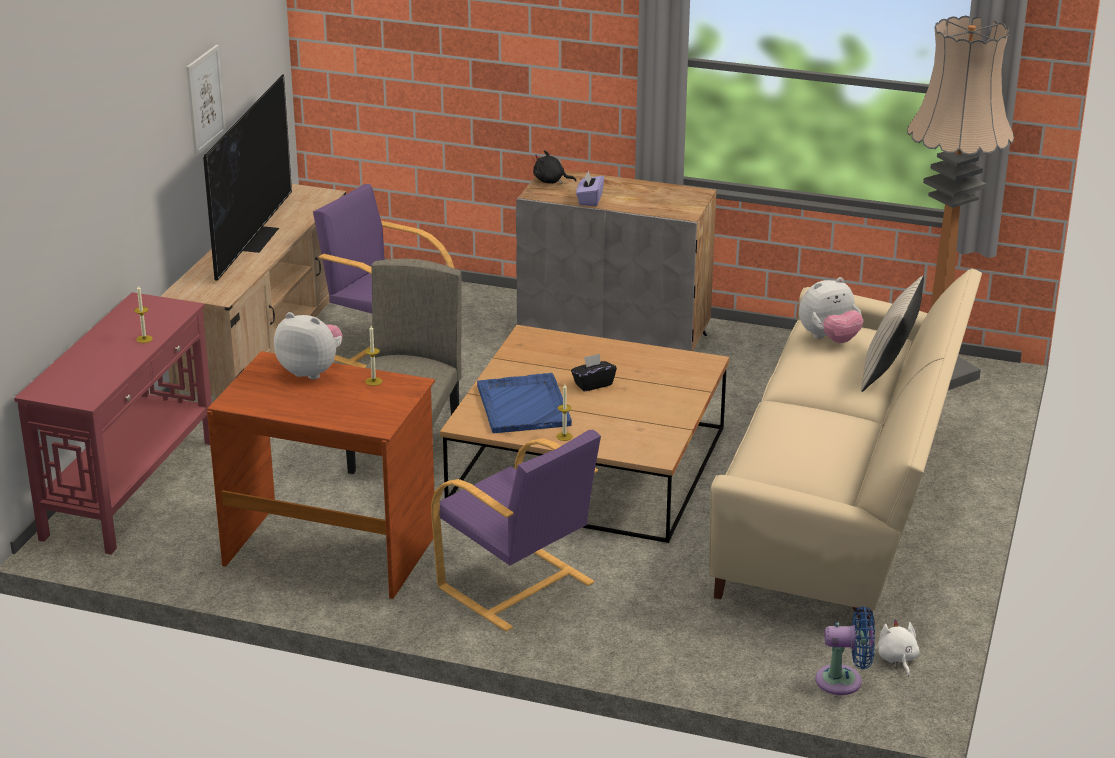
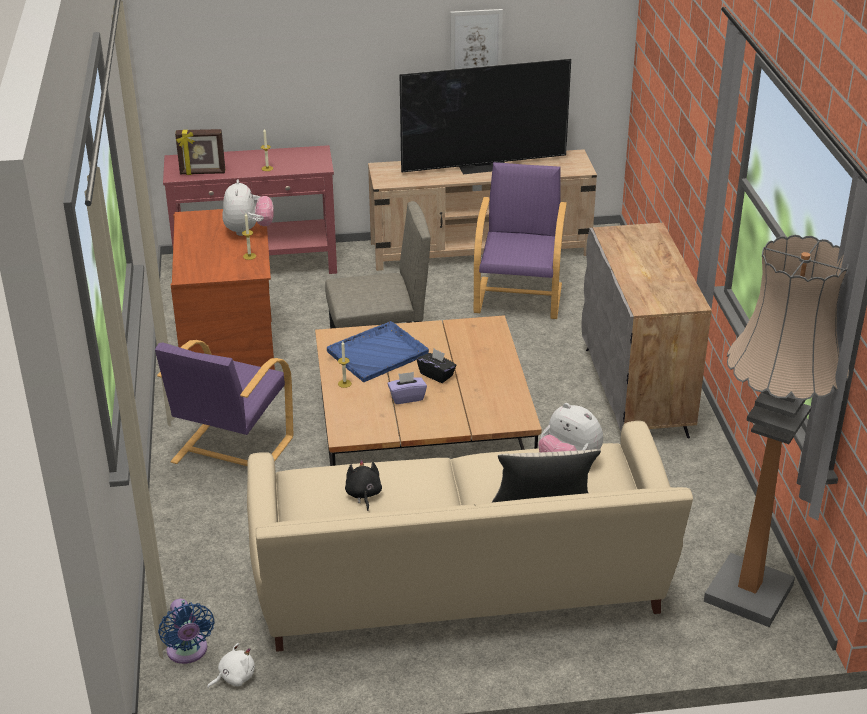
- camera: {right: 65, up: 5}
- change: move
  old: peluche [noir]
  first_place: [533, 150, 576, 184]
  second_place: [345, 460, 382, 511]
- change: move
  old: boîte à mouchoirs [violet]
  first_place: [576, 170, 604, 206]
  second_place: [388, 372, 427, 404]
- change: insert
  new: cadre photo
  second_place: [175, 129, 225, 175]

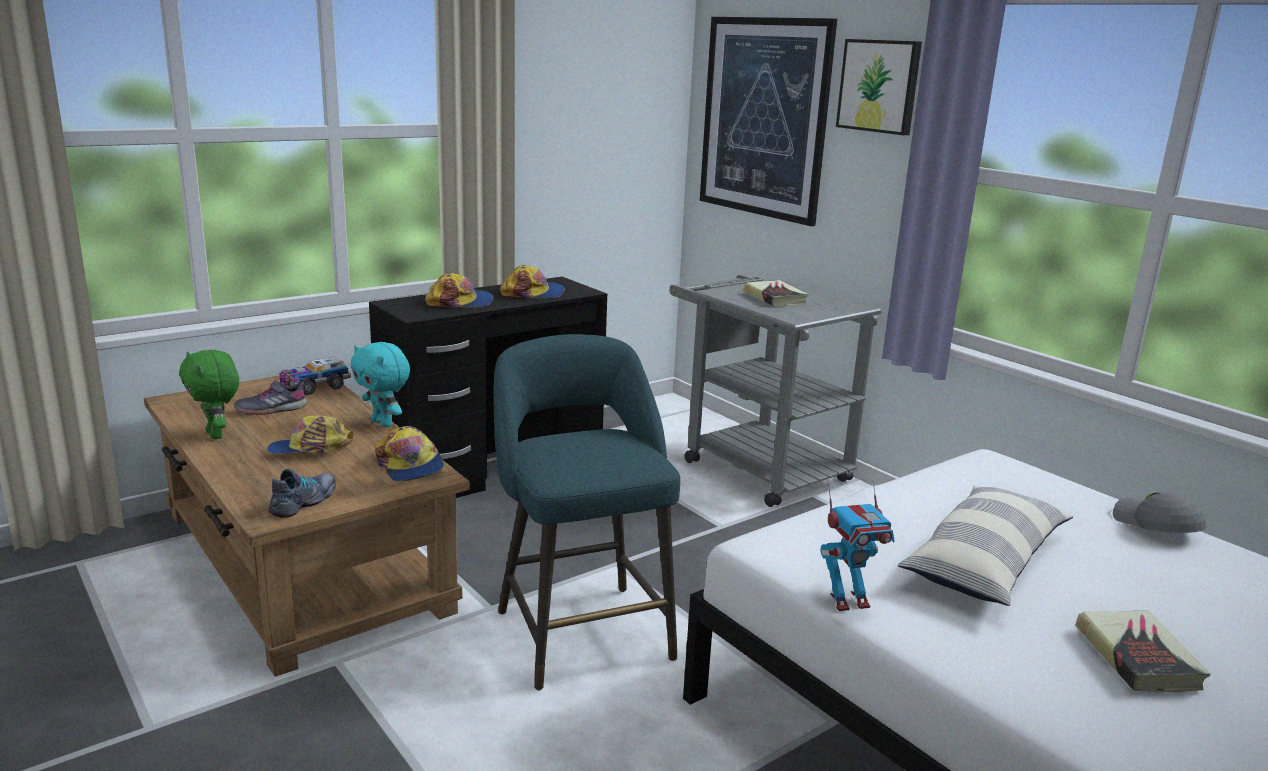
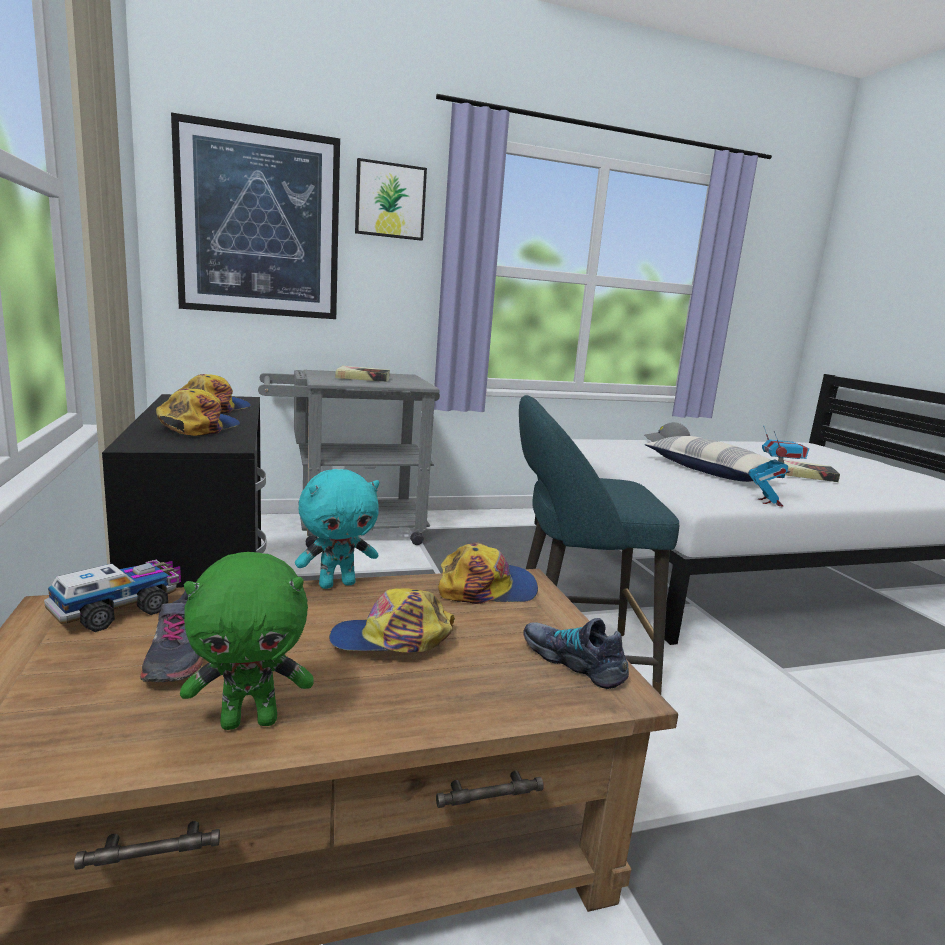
- camera: {right: -70, up: -5}
- change: rotate
  old: camion jouet
  first_place: [279, 357, 351, 395]
  second_place: [44, 560, 181, 632]
  degrees: -120
- change: rotate
  old: casquette
  first_place: [267, 415, 354, 454]
  second_place: [329, 588, 455, 652]
  degrees: 75

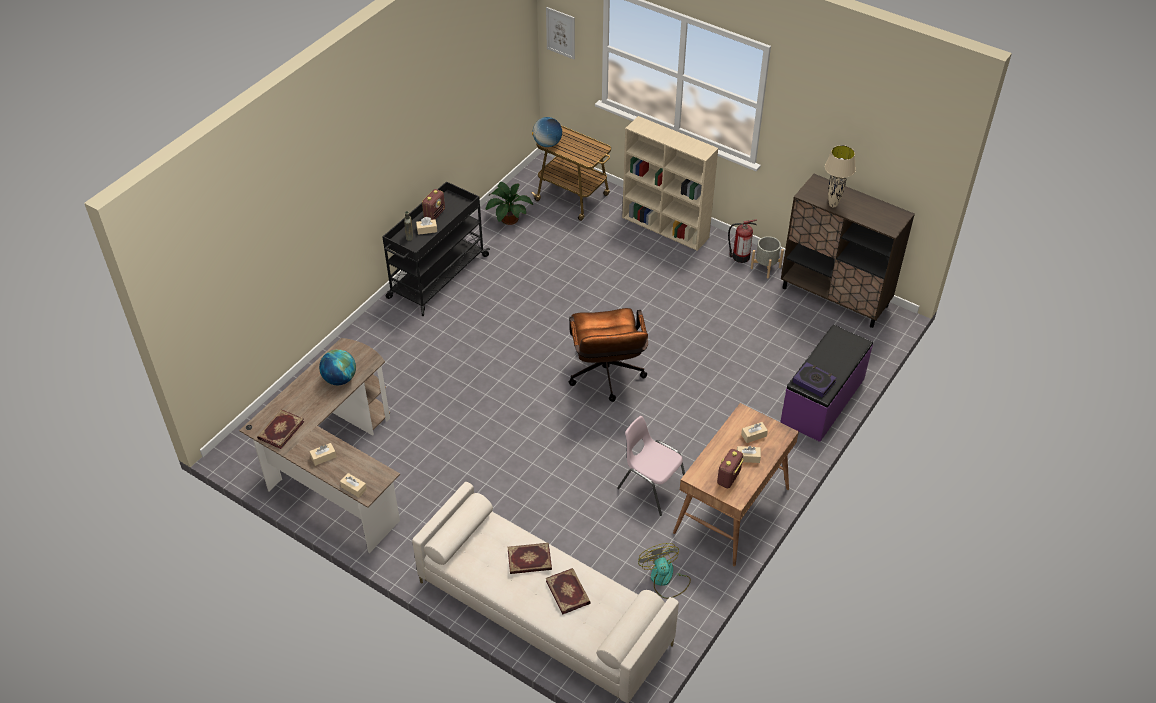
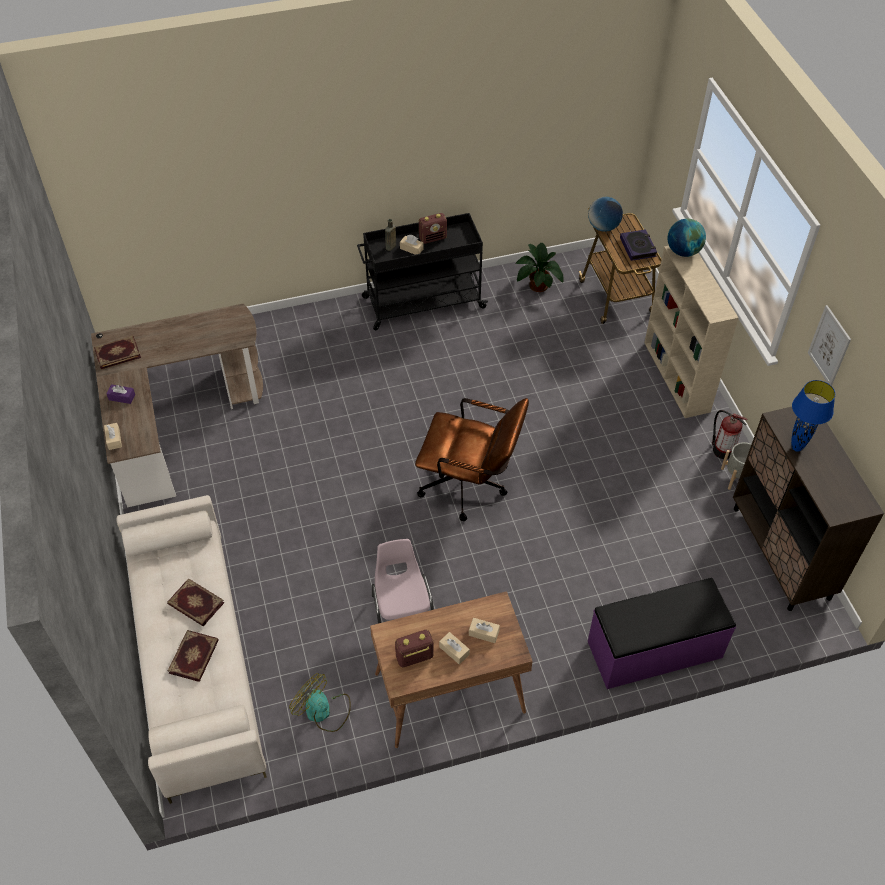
- camera: {right: 40, up: 5}
- change: move
  old: tableau
  first_place: [546, 7, 575, 59]
  second_place: [808, 305, 851, 386]
- change: recolor
  old: lampe de table [beige]
  new: lampe de table [bleu]
  first_place: [825, 145, 856, 208]
  second_place: [791, 380, 835, 452]
- change: rotate
  old: chaise de bureau [marron]
  first_place: [569, 308, 648, 402]
  second_place: [415, 398, 529, 521]
  degrees: -105
- change: move
  old: globe
  first_place: [319, 349, 356, 385]
  second_place: [668, 219, 706, 257]
- change: move
  old: livre
  first_place: [792, 362, 837, 398]
  second_place: [620, 229, 657, 261]
- change: recolor
  old: boîte à mouchoirs [beige]
  new: boîte à mouchoirs [violet]
  first_place: [309, 443, 336, 466]
  second_place: [106, 384, 135, 404]
- change: rotate
  old: ventilateur
  first_place: [638, 543, 691, 599]
  second_place: [289, 673, 351, 732]
  degrees: -75

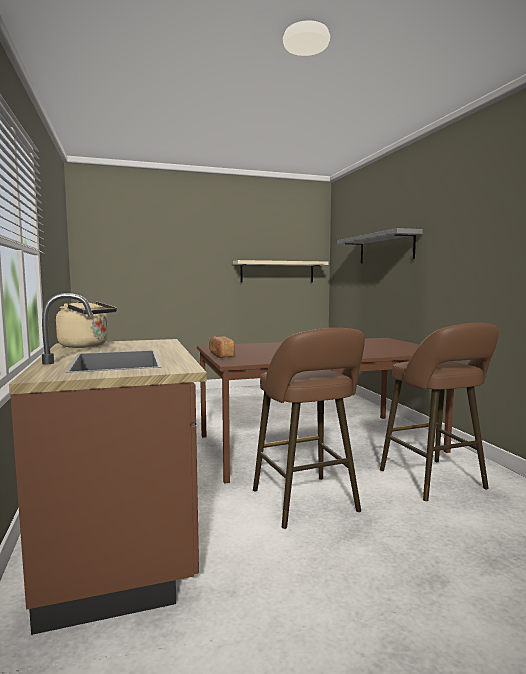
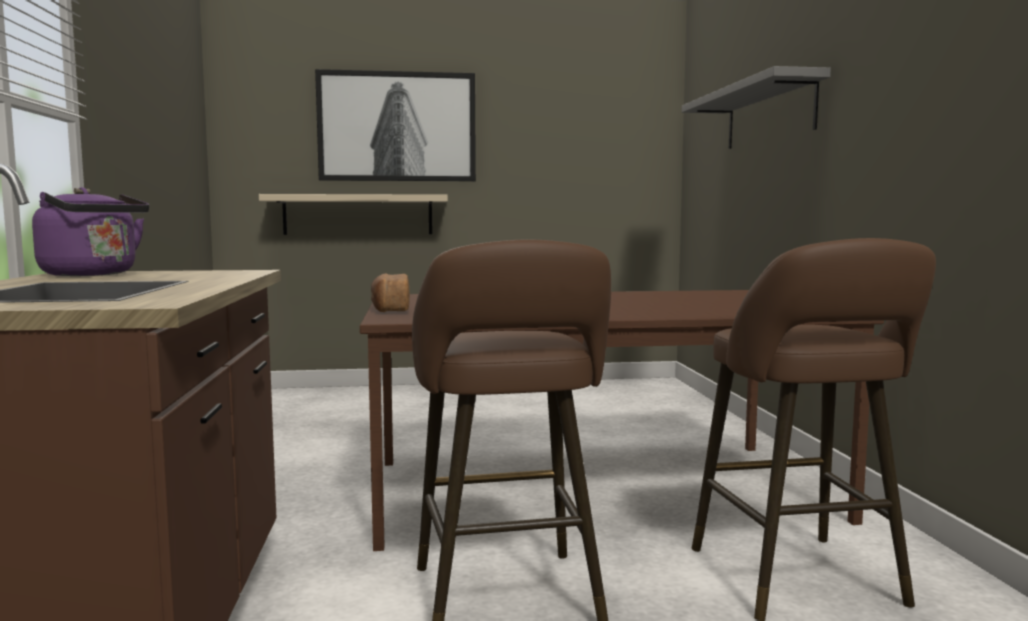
- camera: {right: 10, up: 0}
- change: move
  old: étagère [beige]
  first_place: [233, 260, 329, 282]
  second_place: [259, 194, 448, 235]
- change: recolor
  old: bouilloire [beige]
  new: bouilloire [violet]
  first_place: [56, 300, 117, 348]
  second_place: [32, 187, 149, 276]
- change: insert
  new: tableau
  second_place: [315, 69, 476, 181]

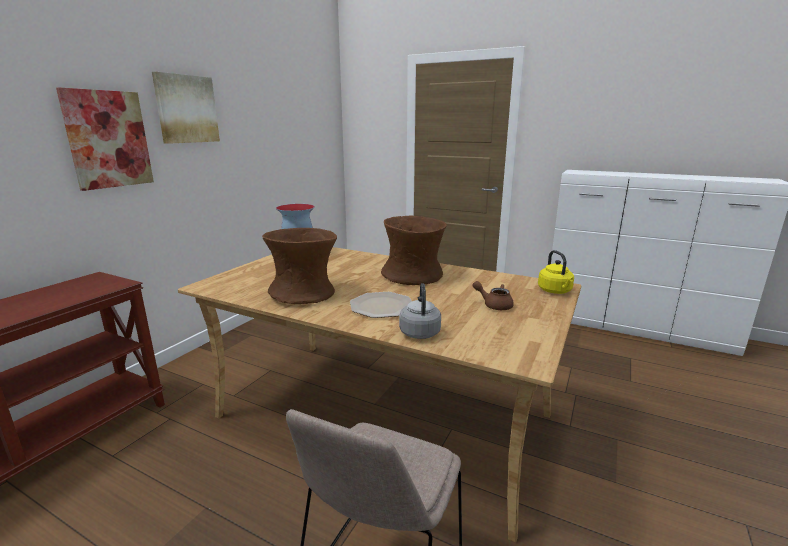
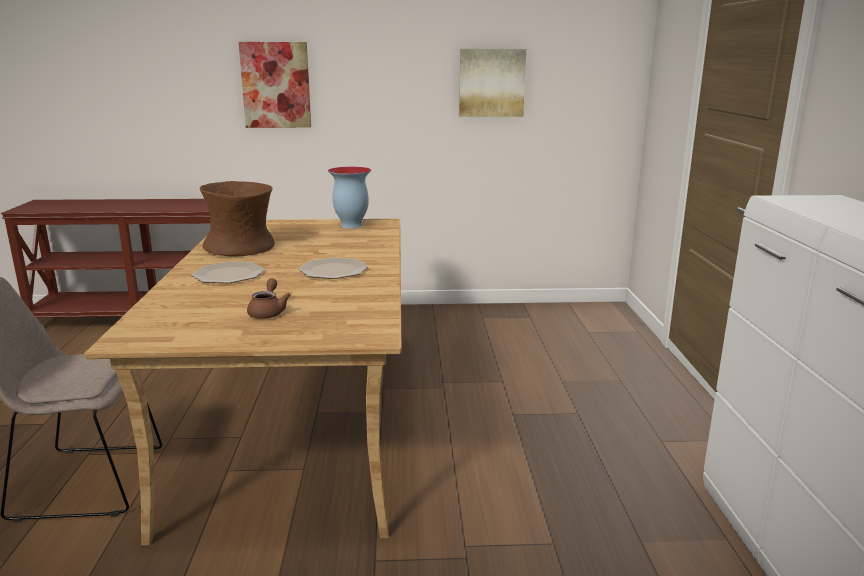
- camera: {right: 60, up: 0}
- change: move
  old: tableau
  first_place: [152, 72, 220, 144]
  second_place: [459, 49, 526, 117]
- change: replace
  old: vase [marron]
  new: assiette
  first_place: [381, 216, 447, 285]
  second_place: [299, 258, 368, 279]
- change: delete
  old: bouilloire [jaune]
  first_place: [538, 250, 574, 294]
- change: delete
  old: bouilloire [gris]
  first_place: [399, 283, 441, 339]

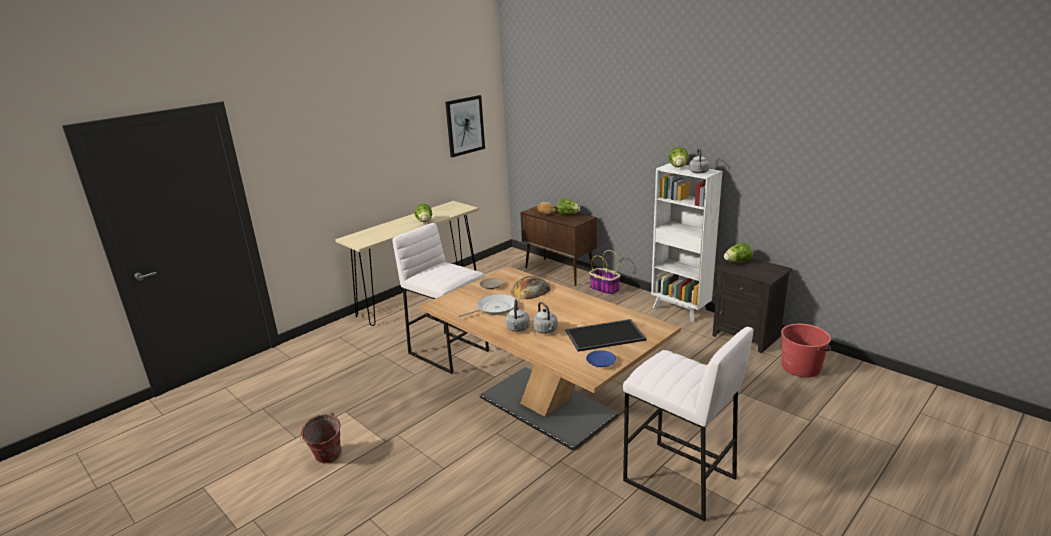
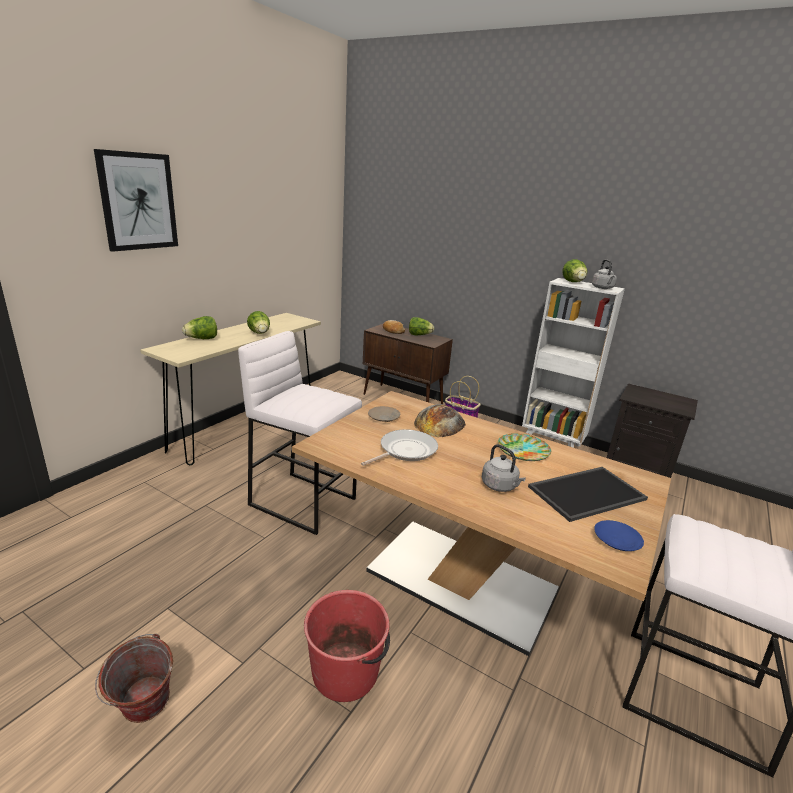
- camera: {right: -15, up: 0}
- change: move
  old: tableau
  first_place: [445, 95, 485, 157]
  second_place: [94, 149, 178, 252]
- change: move
  old: laitue
  first_place: [724, 243, 753, 263]
  second_place: [182, 316, 217, 339]
- change: delete
  old: bouilloire [gris]
  first_place: [505, 299, 530, 332]
- change: move
  old: seau [rouge]
  first_place: [781, 324, 831, 378]
  second_place: [304, 590, 390, 702]
- change: insert
  new: assiette
  second_place: [498, 433, 551, 461]

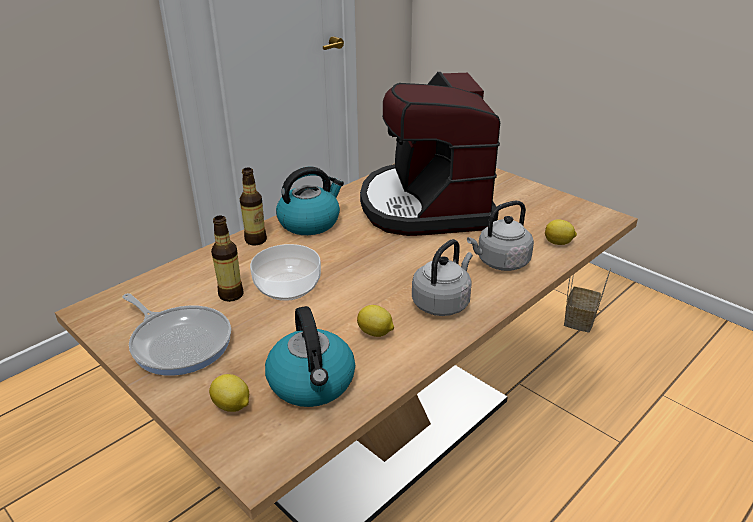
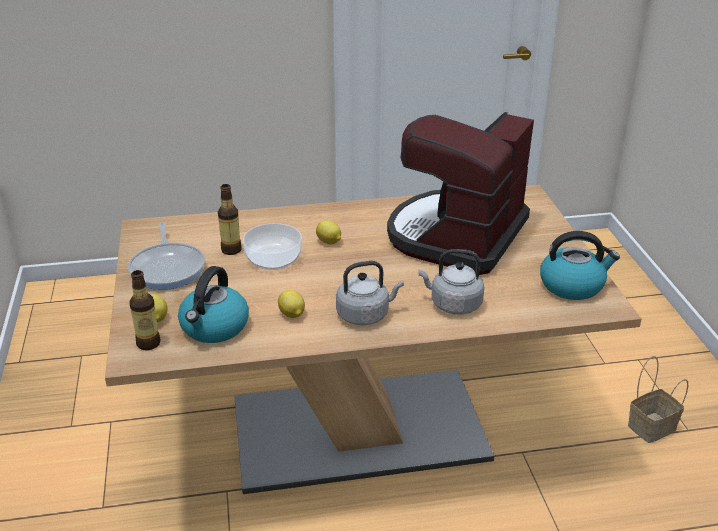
- camera: {right: 35, up: 0}
- change: move
  old: bouteille
  first_place: [240, 167, 267, 246]
  second_place: [130, 270, 161, 350]
- change: move
  old: bouilloire
  first_place: [276, 167, 344, 235]
  second_place: [540, 231, 620, 300]
- change: move
  old: citron
  first_place: [545, 219, 577, 245]
  second_place: [316, 220, 341, 244]

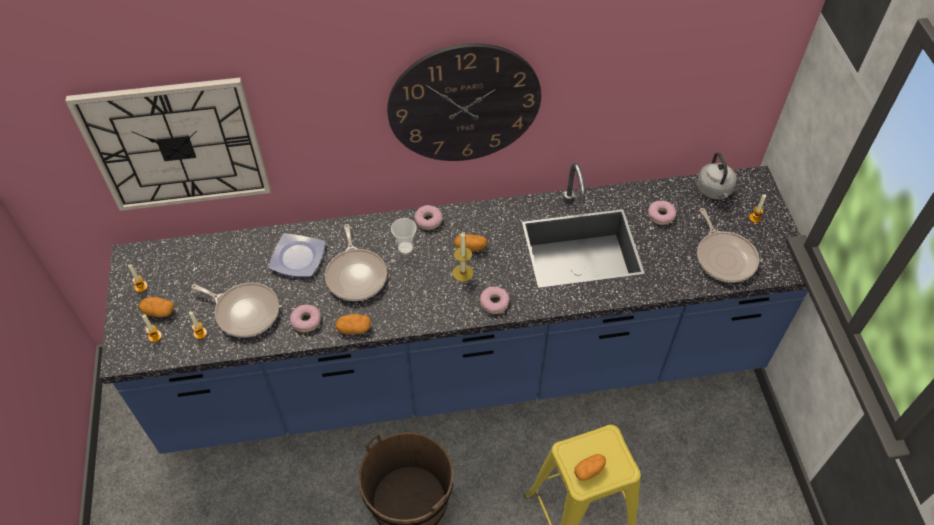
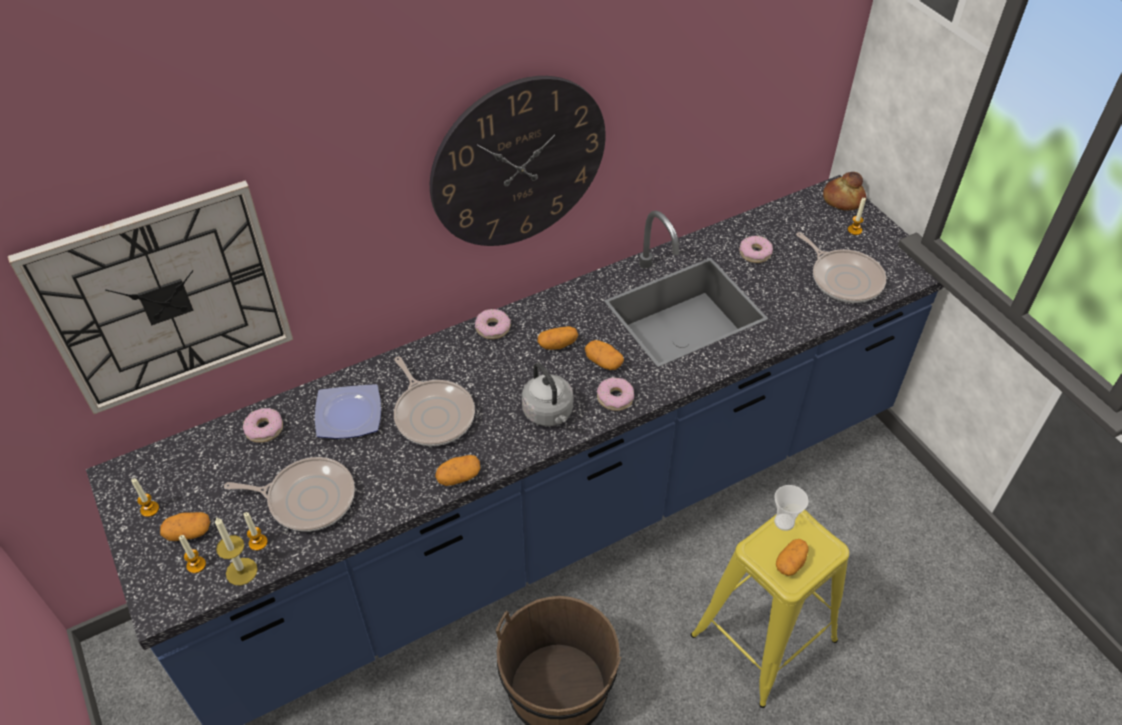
- camera: {right: -20, up: -5}
- change: move
  old: bouilloire [gris]
  first_place: [697, 152, 737, 200]
  second_place: [522, 362, 573, 426]
- change: move
  old: tasse
  first_place: [391, 218, 417, 254]
  second_place: [774, 485, 809, 531]
- change: move
  old: bougie
  first_place: [453, 232, 473, 282]
  second_place: [215, 517, 258, 585]
- change: move
  old: beignet
  first_place: [290, 304, 321, 332]
  second_place: [243, 408, 283, 443]
- change: insert
  new: pain
  second_place: [823, 172, 866, 211]
- change: insert
  new: pomme de terre
  second_place: [585, 340, 624, 370]

